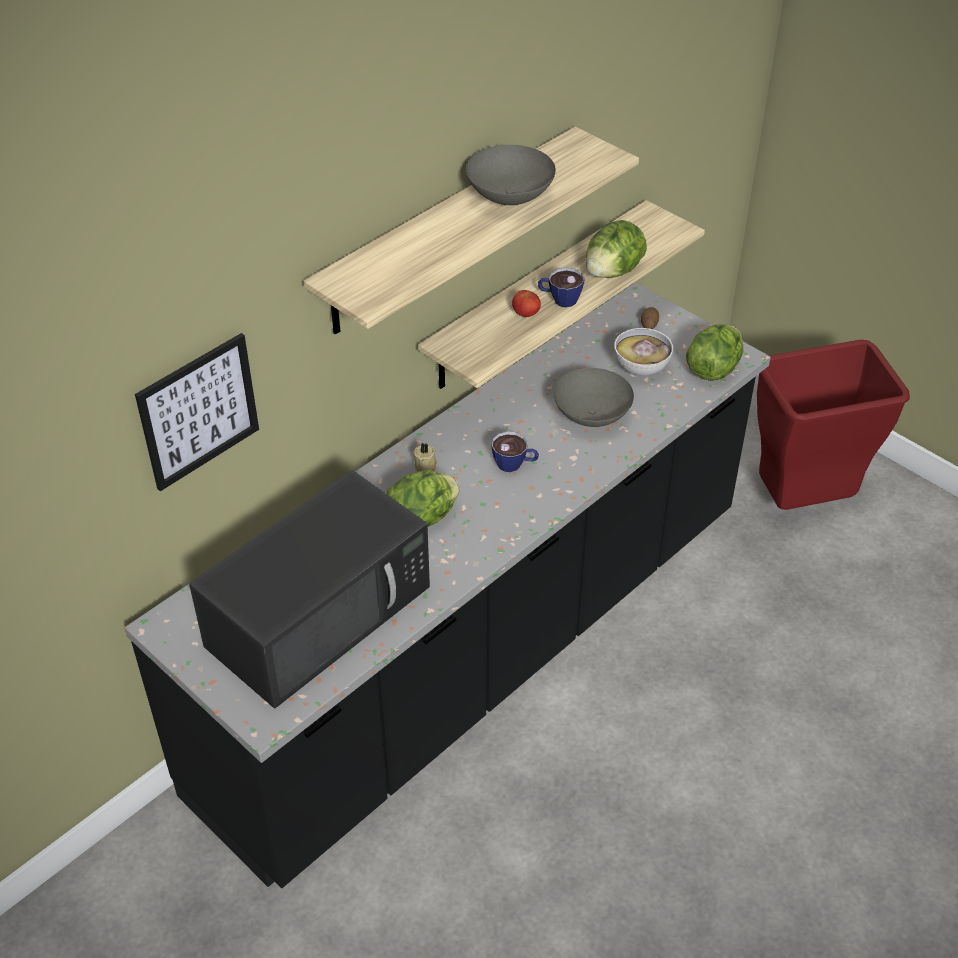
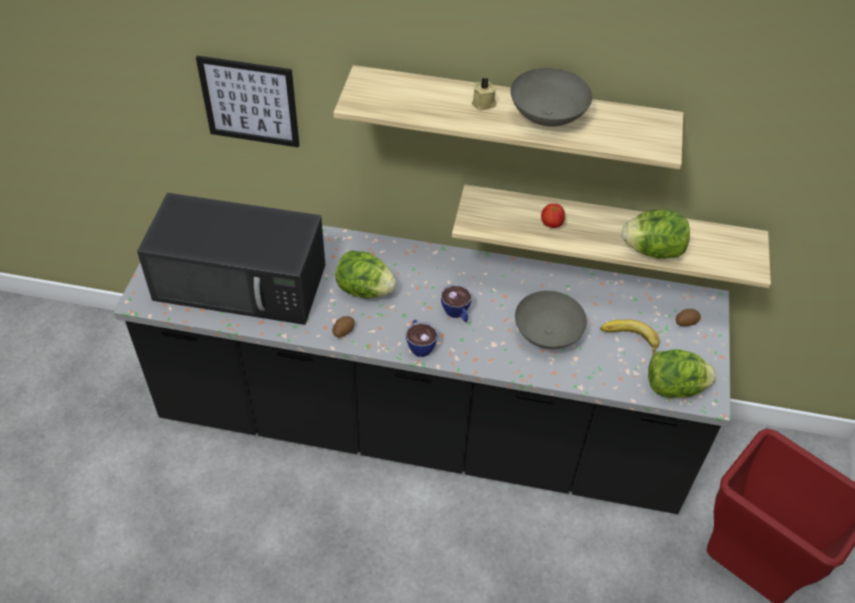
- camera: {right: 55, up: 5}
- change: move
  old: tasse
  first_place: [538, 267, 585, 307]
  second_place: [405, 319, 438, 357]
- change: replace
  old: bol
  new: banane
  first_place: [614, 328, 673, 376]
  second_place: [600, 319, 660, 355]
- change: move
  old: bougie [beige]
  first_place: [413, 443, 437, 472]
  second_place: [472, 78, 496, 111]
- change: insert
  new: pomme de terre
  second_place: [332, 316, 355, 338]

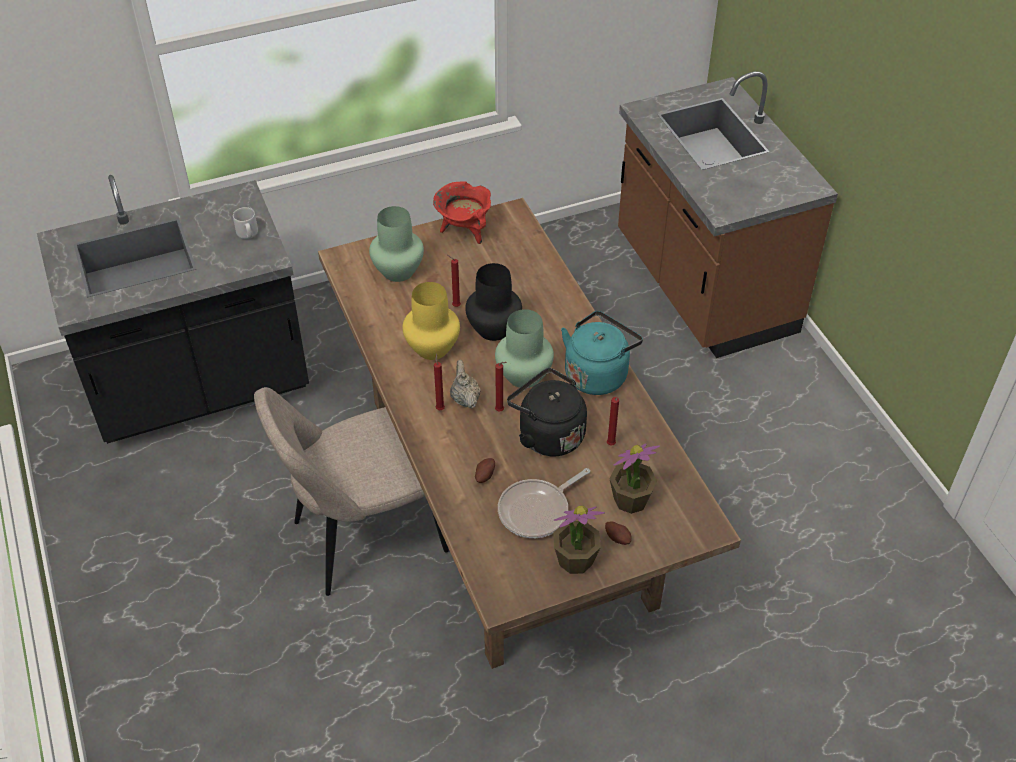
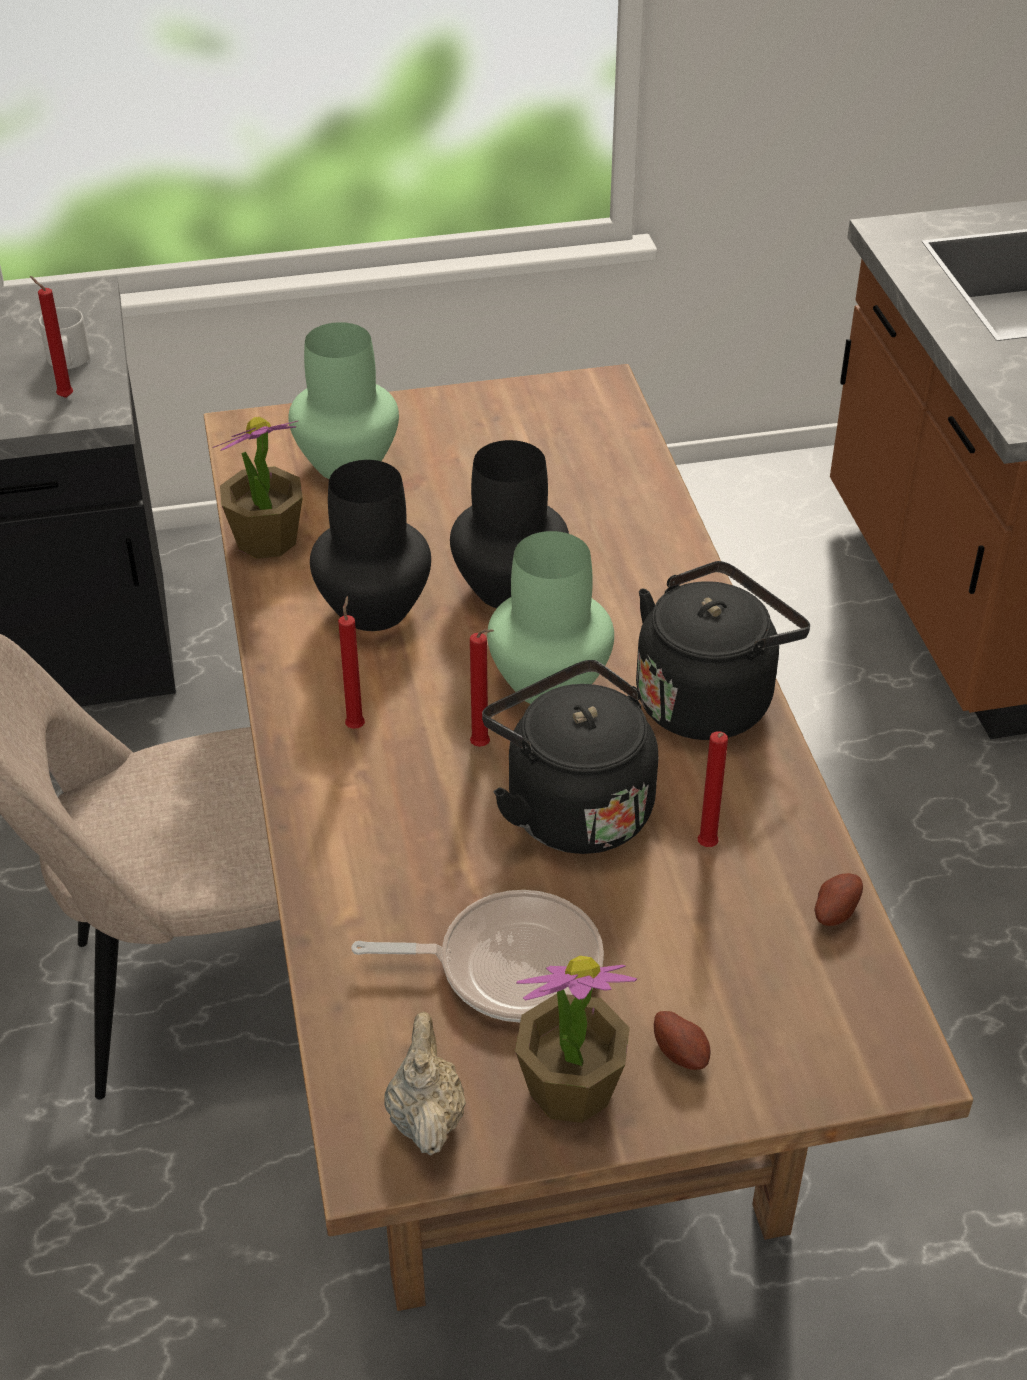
- camera: {right: 10, up: -5}
- change: delete
  old: marmite [rouge]
  first_place: [433, 181, 491, 244]
- change: move
  old: bougie [rouge]
  first_place: [448, 255, 461, 307]
  second_place: [30, 276, 73, 398]
- change: recolor
  old: vase [jaune]
  new: vase [noir]
  first_place: [402, 282, 460, 360]
  second_place: [310, 460, 431, 631]
- change: recolor
  old: bouilloire [turquoise]
  new: bouilloire [noir]
  first_place: [561, 311, 643, 395]
  second_place: [636, 561, 810, 740]
- change: move
  old: théière [beige]
  first_place: [450, 360, 481, 408]
  second_place: [384, 1011, 466, 1156]
- change: move
  old: plante en pot
  first_place: [609, 443, 660, 514]
  second_place: [212, 417, 303, 559]
- change: move
  old: pomme de terre
  first_place: [475, 458, 495, 483]
  second_place: [814, 873, 863, 926]
- change: rotate
  old: poêle
  first_place: [498, 468, 590, 538]
  second_place: [351, 890, 604, 1022]
  degrees: -150

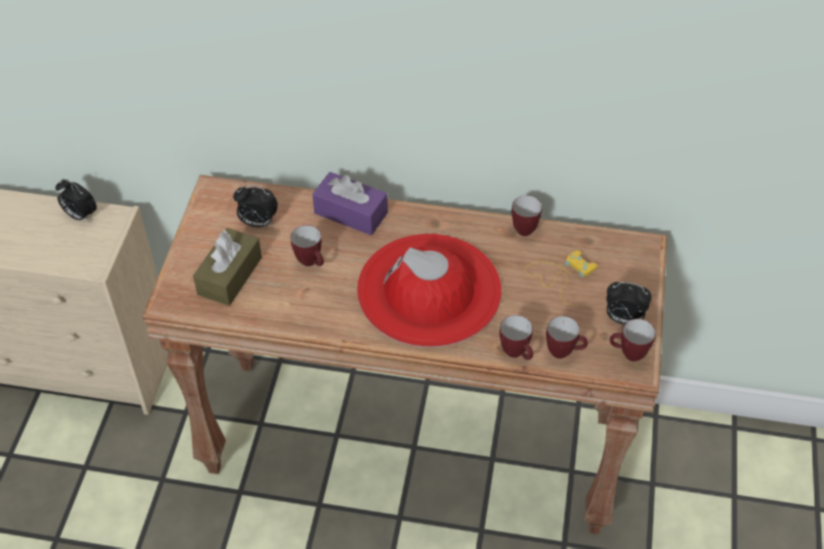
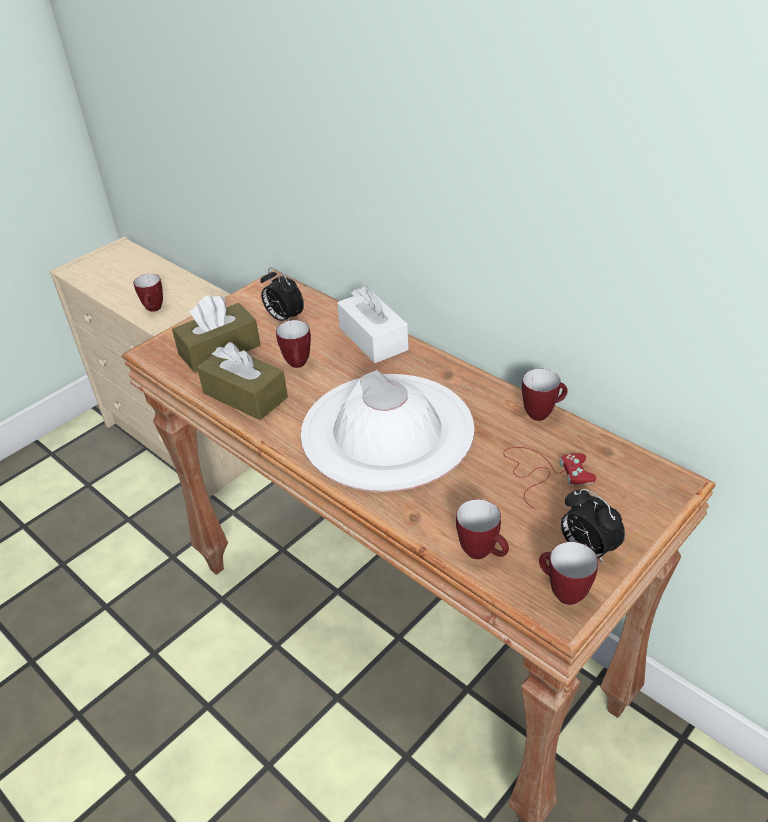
- camera: {right: 35, up: -10}
- change: recolor
  old: boîte à mouchoirs [violet]
  new: boîte à mouchoirs [blanc]
  first_place: [312, 172, 388, 235]
  second_place: [337, 286, 409, 363]
- change: delete
  old: réveil
  first_place: [55, 179, 97, 222]
- change: recolor
  old: chapeau [rouge]
  new: chapeau [blanc]
  first_place: [357, 234, 502, 347]
  second_place: [301, 370, 475, 492]
- change: recolor
  old: manette [jaune]
  new: manette [rouge]
  first_place: [525, 250, 598, 306]
  second_place: [503, 447, 596, 510]
- change: move
  old: mug
  first_place: [500, 315, 533, 360]
  second_place: [133, 274, 163, 312]
- change: insert
  new: boîte à mouchoirs [marron]
  second_place: [197, 342, 288, 420]

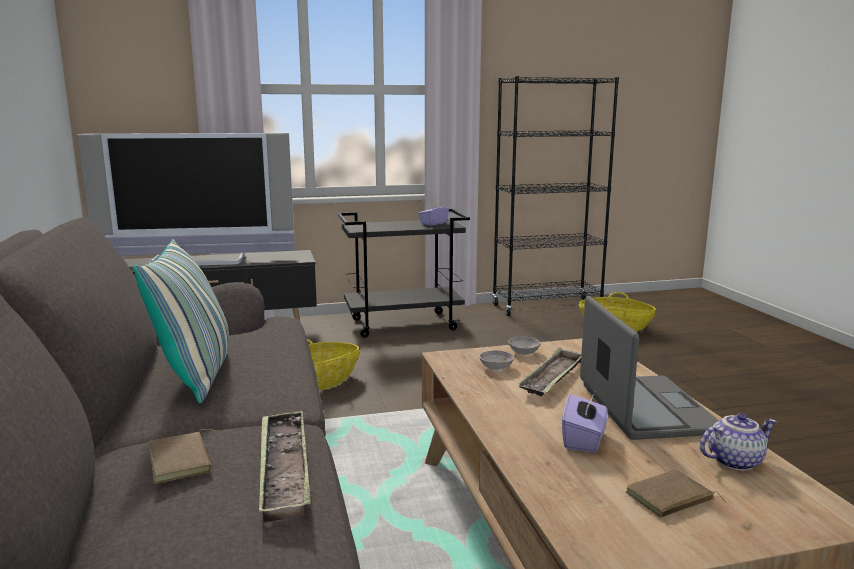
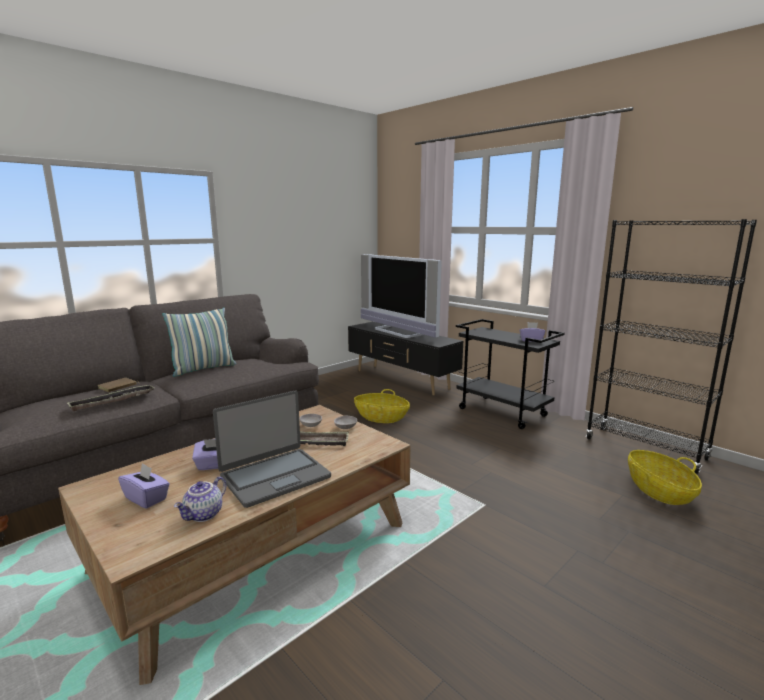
- camera: {right: 60, up: 0}
- change: rotate
  old: théière
  first_place: [700, 413, 777, 471]
  second_place: [174, 476, 226, 522]
  degrees: 75
- change: replace
  old: livre [marron]
  new: boîte à mouchoirs [violet]
  first_place: [626, 469, 727, 518]
  second_place: [118, 463, 170, 509]

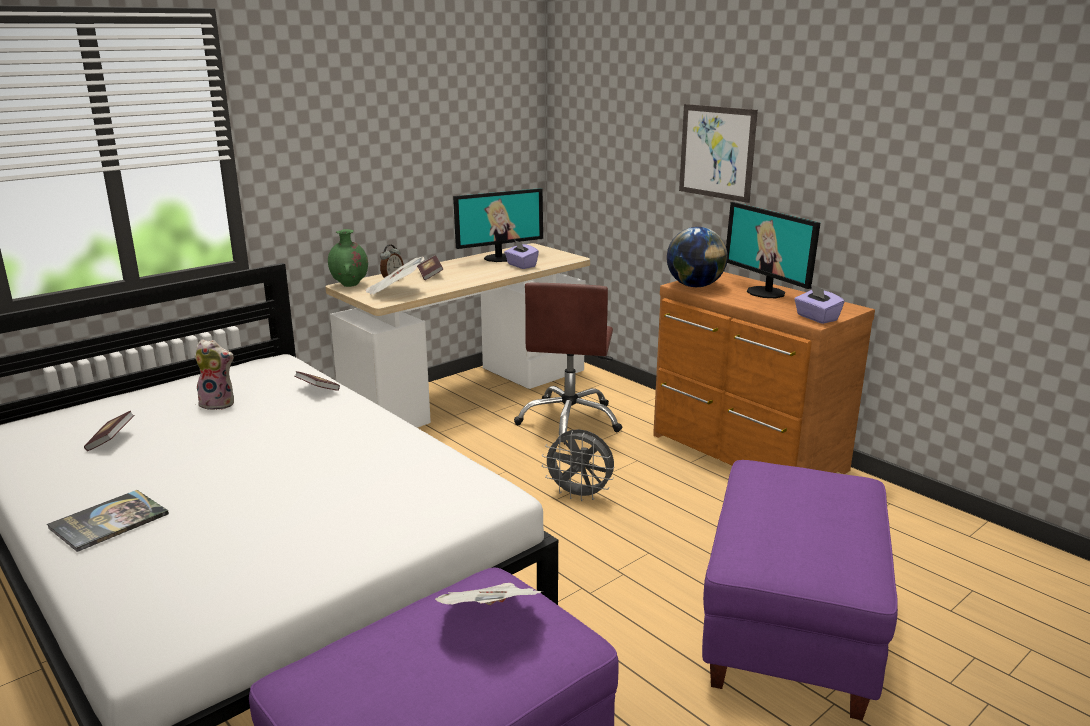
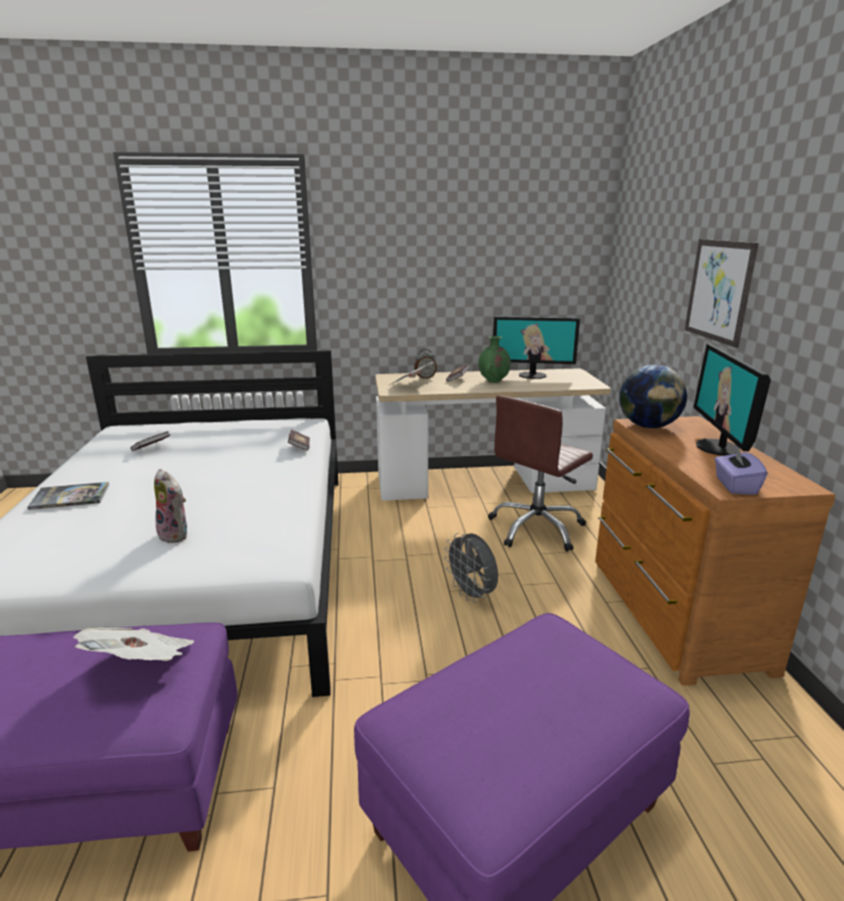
- camera: {right: 35, up: 0}
- change: move
  old: vase [vert]
  first_place: [328, 229, 368, 287]
  second_place: [478, 336, 511, 383]
- change: delete
  old: boîte à mouchoirs [violet]
  first_place: [504, 240, 539, 269]
- change: move
  old: peluche
  first_place: [195, 339, 234, 410]
  second_place: [154, 469, 187, 543]

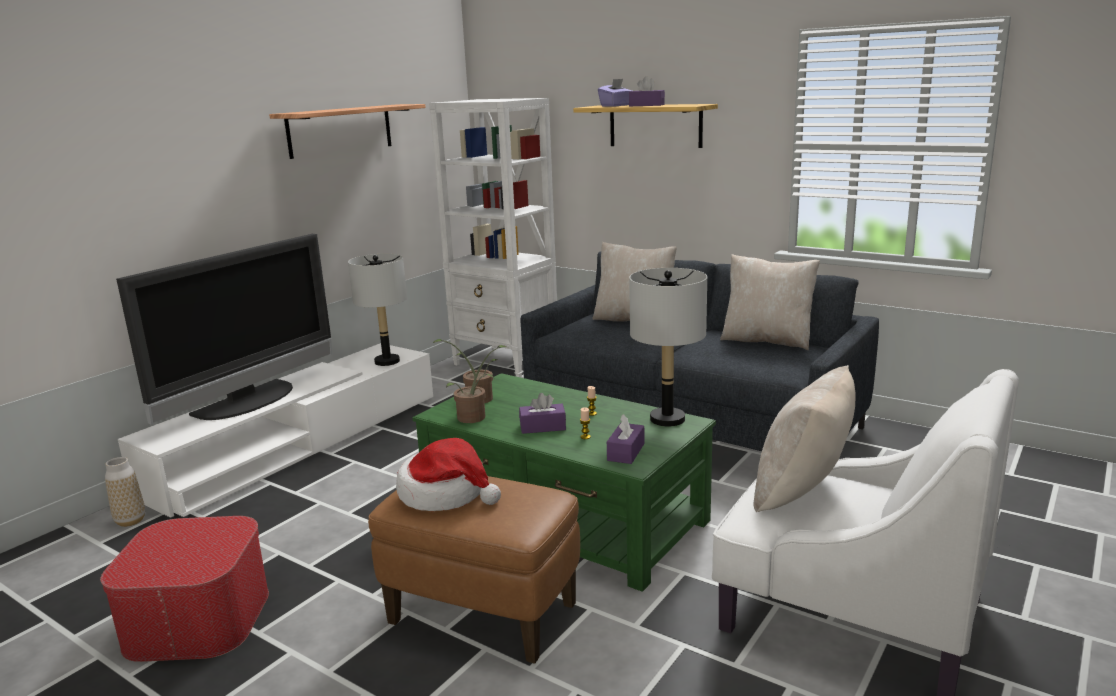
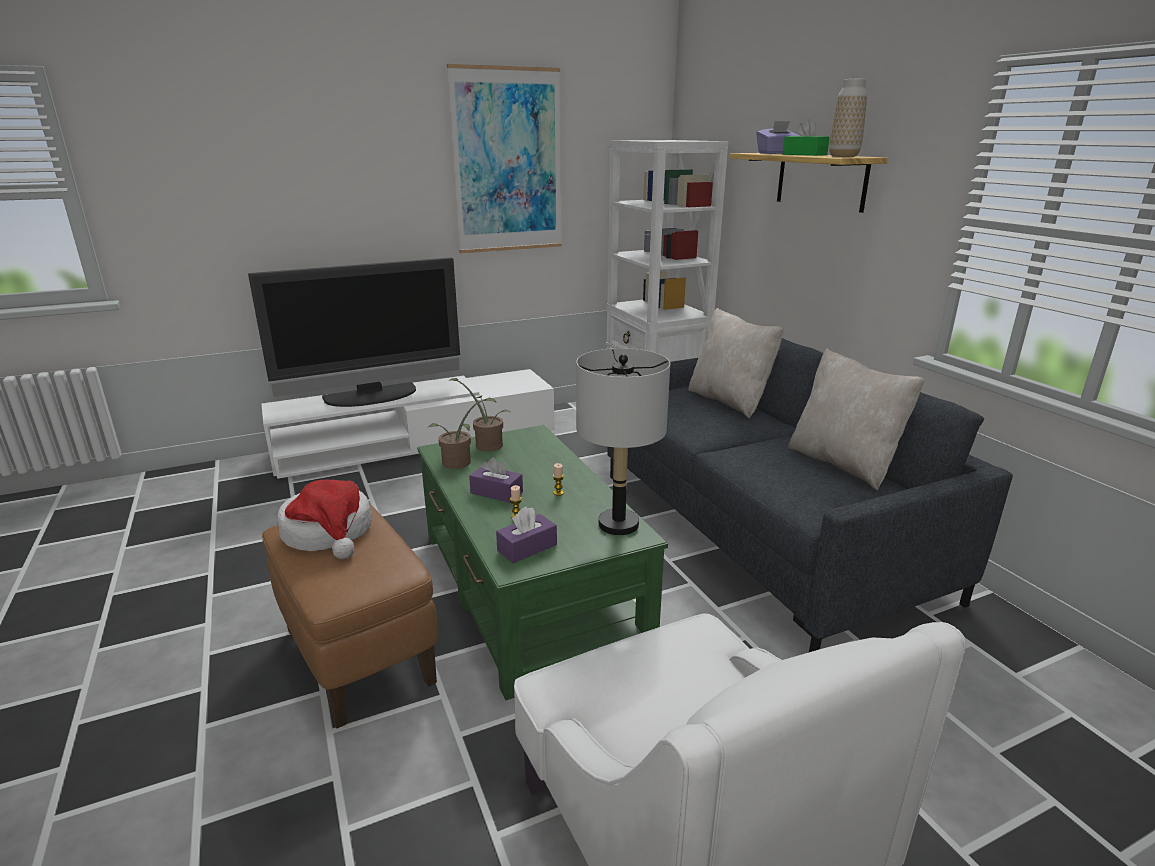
- camera: {right: 30, up: 5}
- change: recolor
  old: boîte à mouchoirs [violet]
  new: boîte à mouchoirs [vert]
  first_place: [629, 76, 665, 106]
  second_place: [783, 118, 830, 156]
- change: replace
  old: étagère
  new: tableau
  first_place: [269, 104, 426, 159]
  second_place: [447, 64, 562, 253]
- change: delete
  old: lampe de table [gris]
  first_place: [348, 254, 407, 366]
- change: delete
  old: coussin [beige]
  first_place: [753, 365, 855, 512]
- change: move
  old: vase
  first_place: [105, 457, 145, 527]
  second_place: [829, 79, 867, 157]
- change: delete
  old: pouf
  first_place: [100, 516, 269, 662]

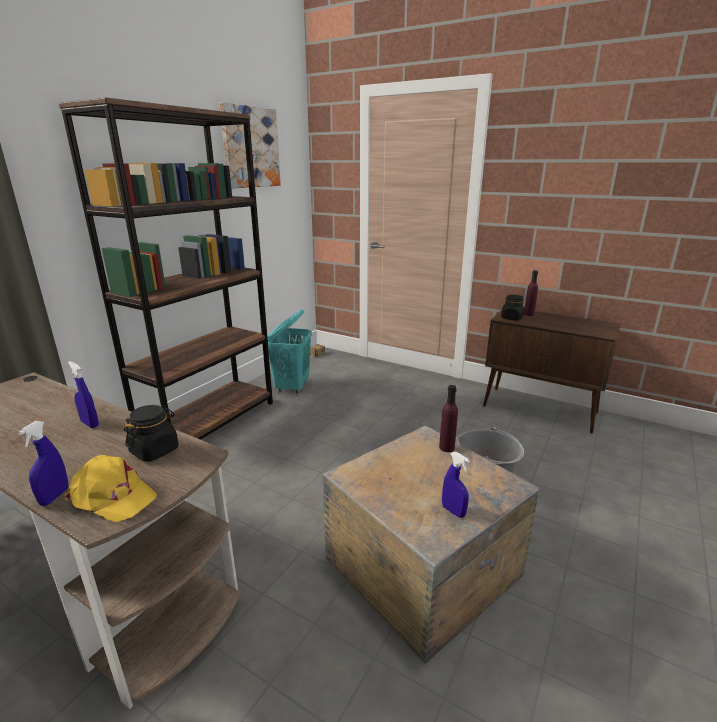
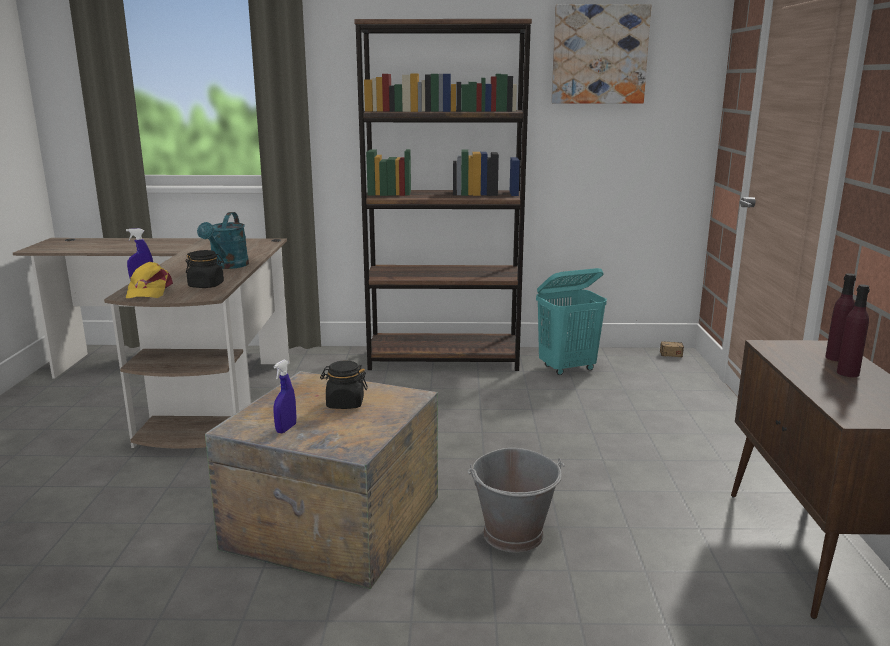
- camera: {right: 60, up: -5}
- change: move
  old: bocal [noir]
  first_place: [501, 295, 524, 321]
  second_place: [320, 361, 368, 409]
- change: replace
  old: vaporisateur [bleu]
  new: arrosoir [turquoise]
  first_place: [68, 361, 99, 428]
  second_place: [197, 212, 249, 269]
- change: move
  old: bouteille [violet]
  first_place: [439, 385, 458, 452]
  second_place: [837, 284, 870, 377]

